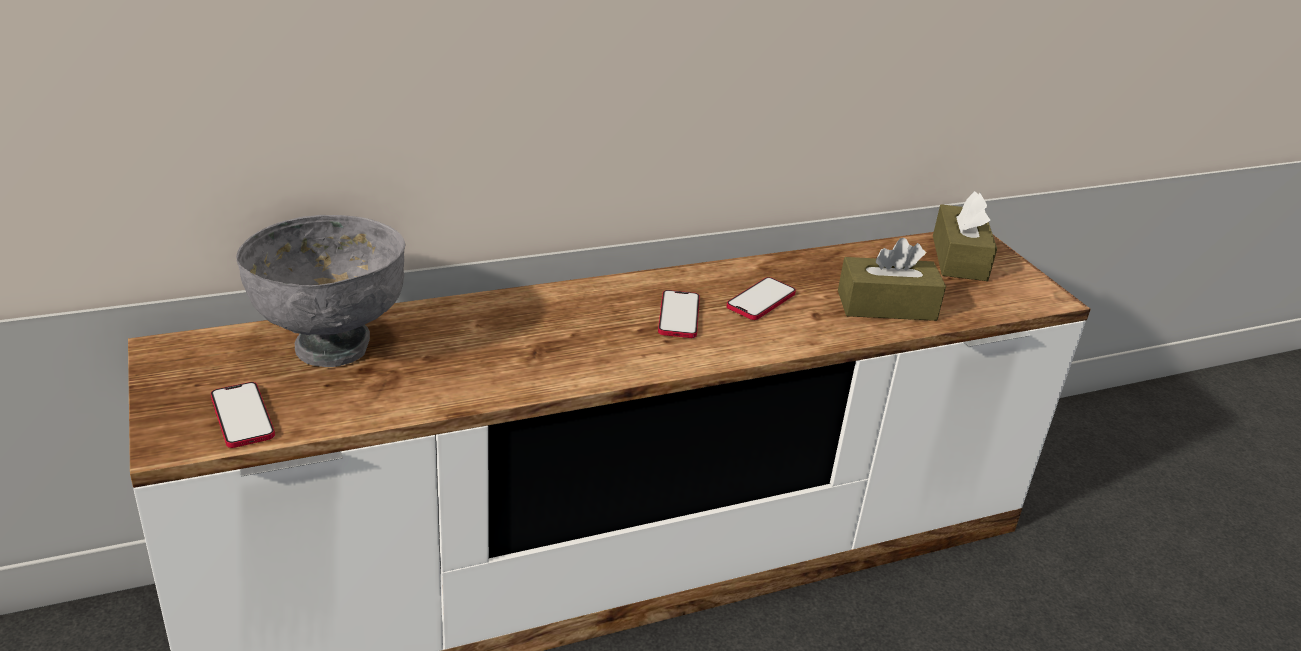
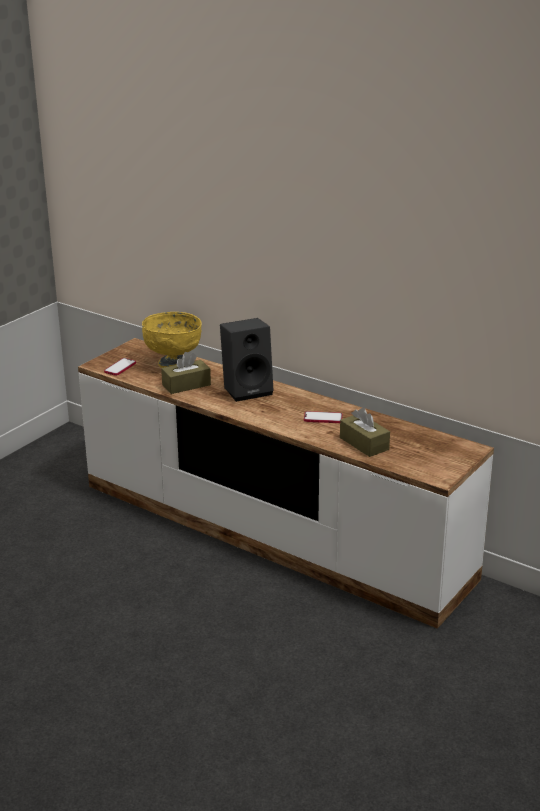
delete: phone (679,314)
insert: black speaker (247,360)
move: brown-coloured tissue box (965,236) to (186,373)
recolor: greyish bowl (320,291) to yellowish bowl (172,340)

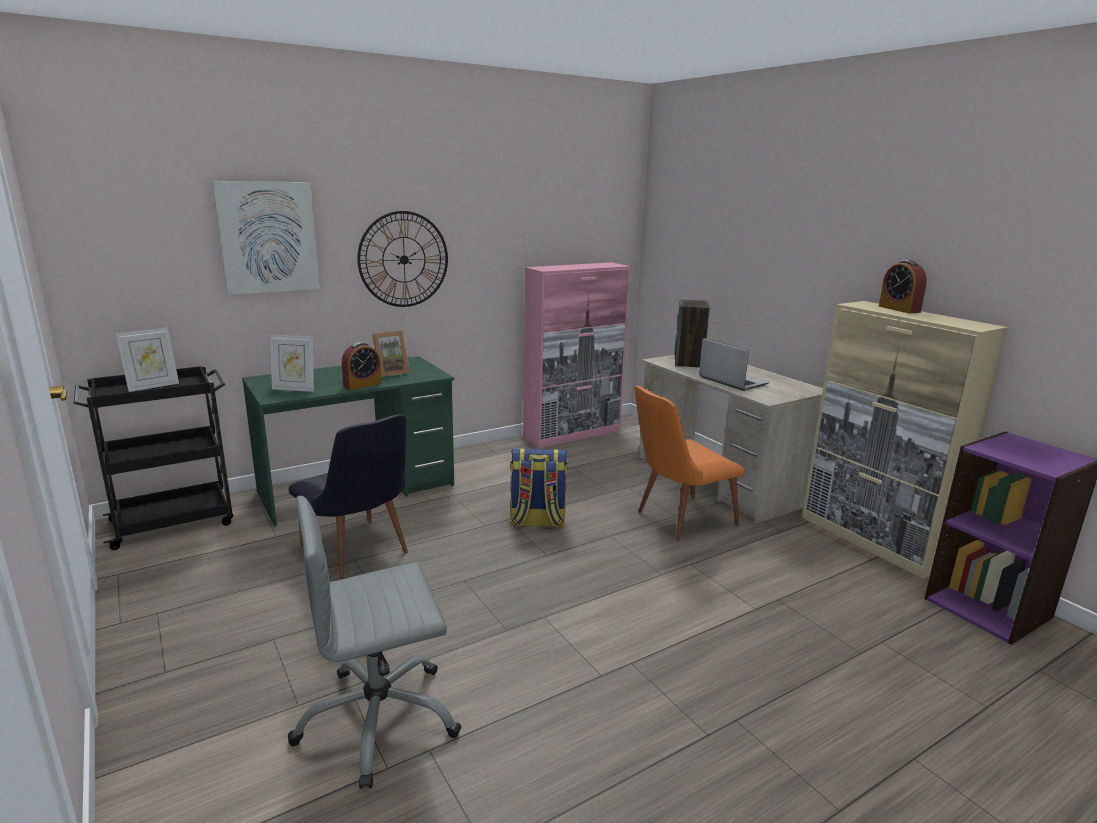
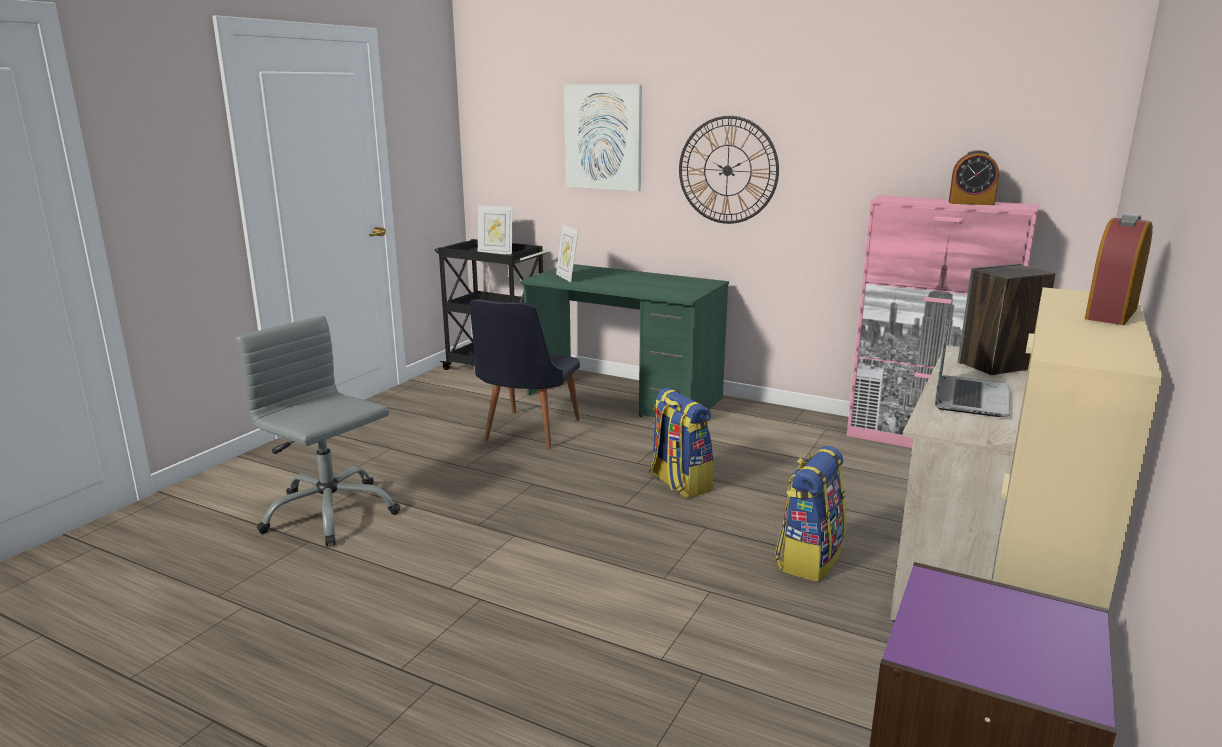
delete: standing frame (391,354)
move: table clock (361,366) to (974,177)
replace: orangey upright chair (689,463) to rucksack (810,514)

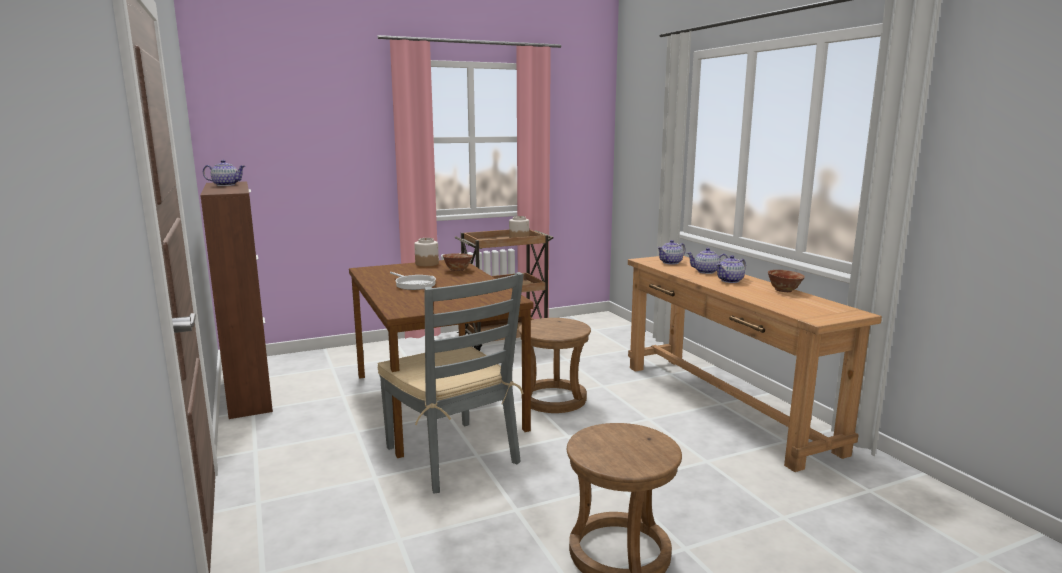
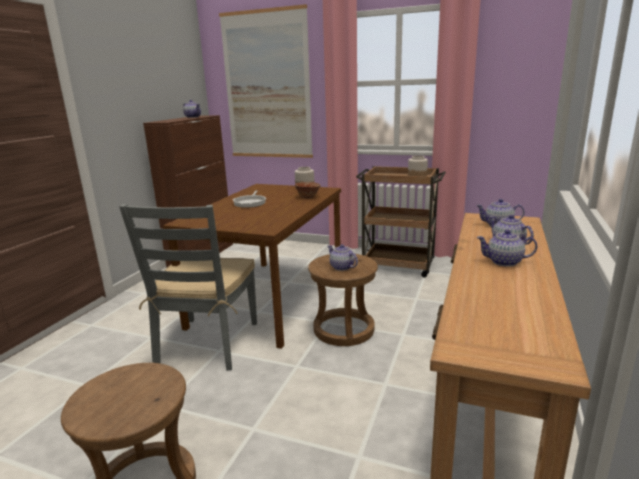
delete: bowl (786,281)
insert: wall art (266,81); pot for tea (343,257)

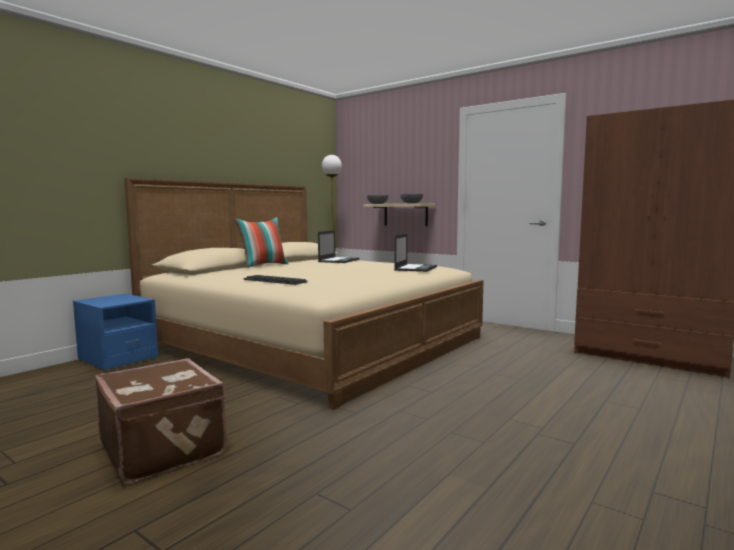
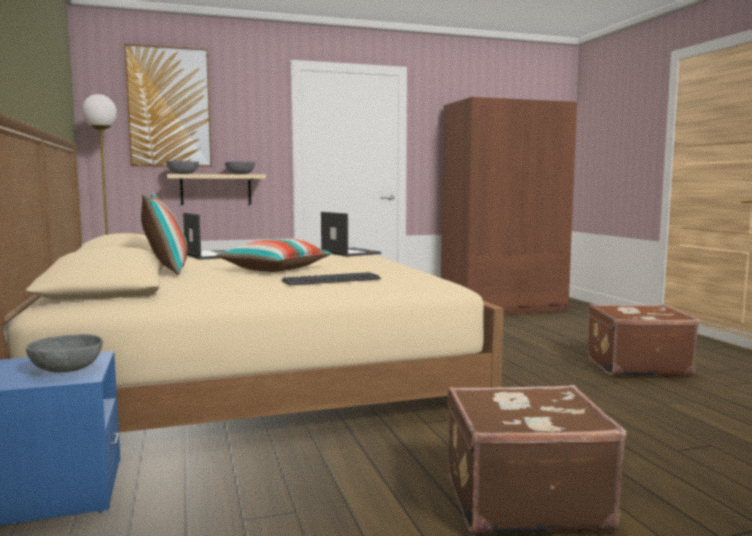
insert: wall art (168,105); cushion (274,255); brown-coloured piece of luggage (643,340); greyish bowl (64,353)

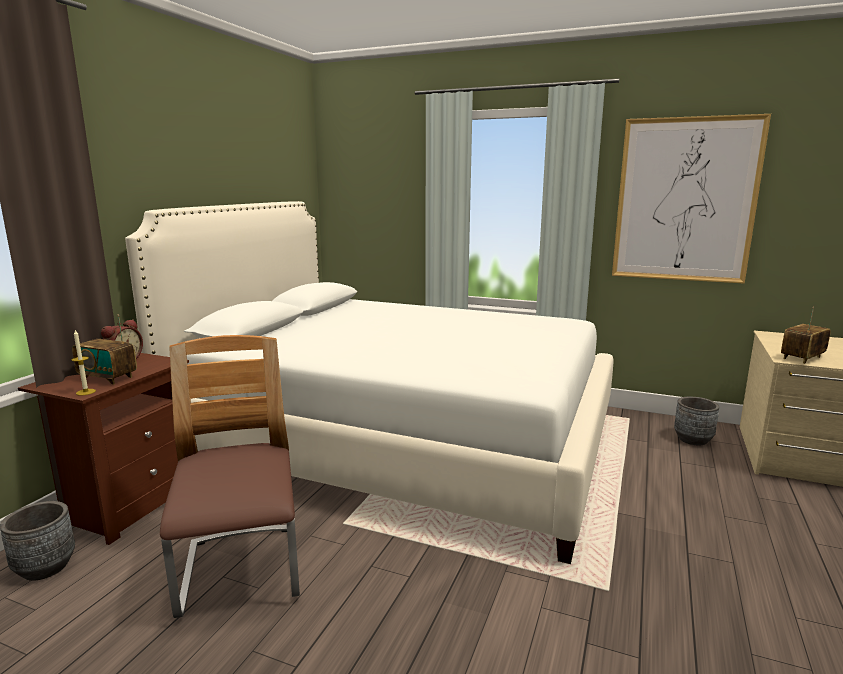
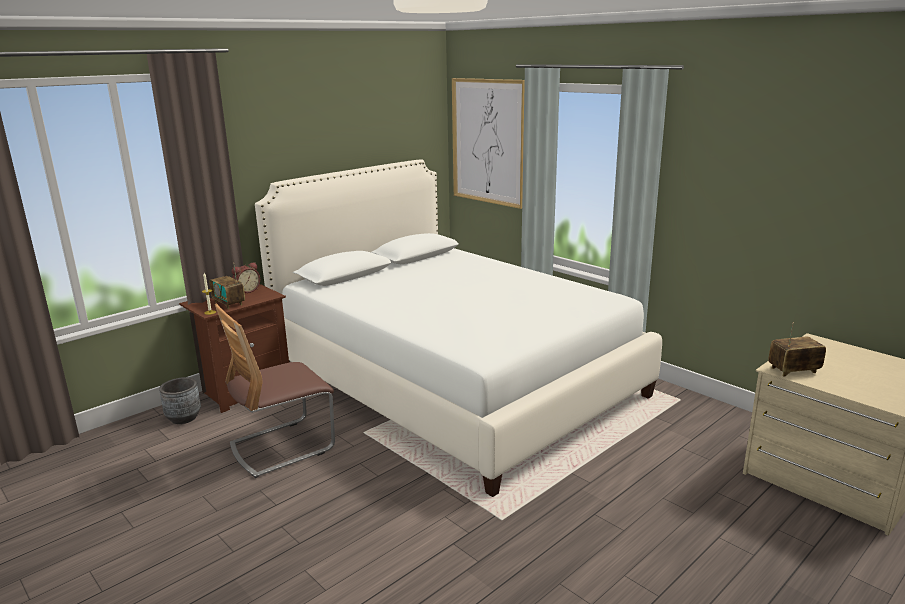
delete: greyish planter (696,421)
move: wall art (691,199) to (488,143)
rotate: upright chair (230,476) = (275,391) 135 degrees counterclockwise

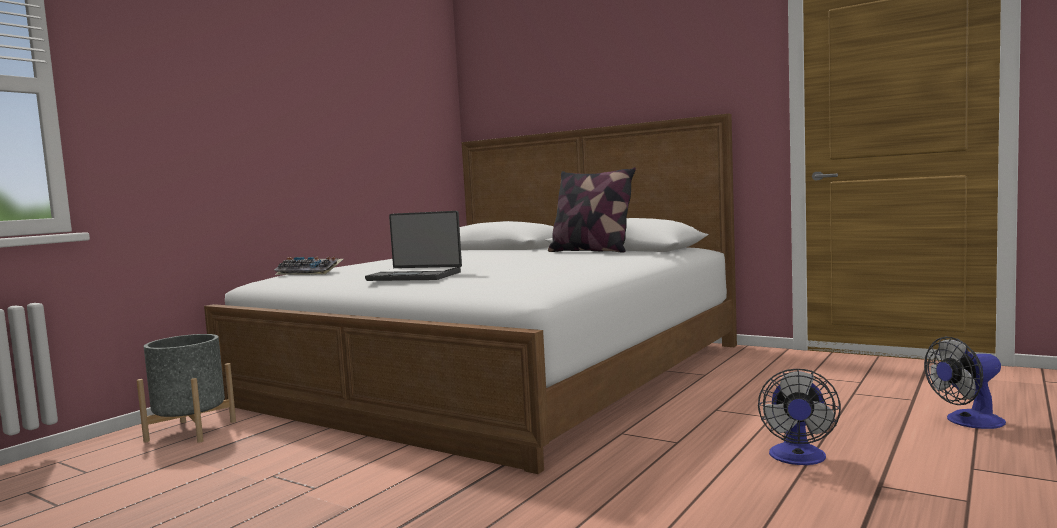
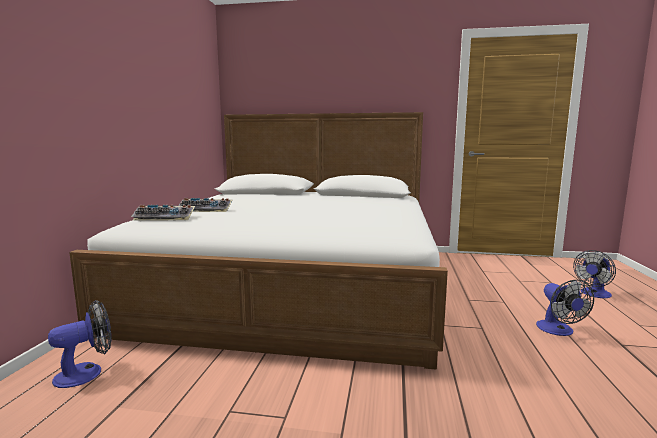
delete: cushion (592,210); portable computer (413,246)
insert: keyboard (205,205)
replace: greyish planter (186,388) to fan (79,344)

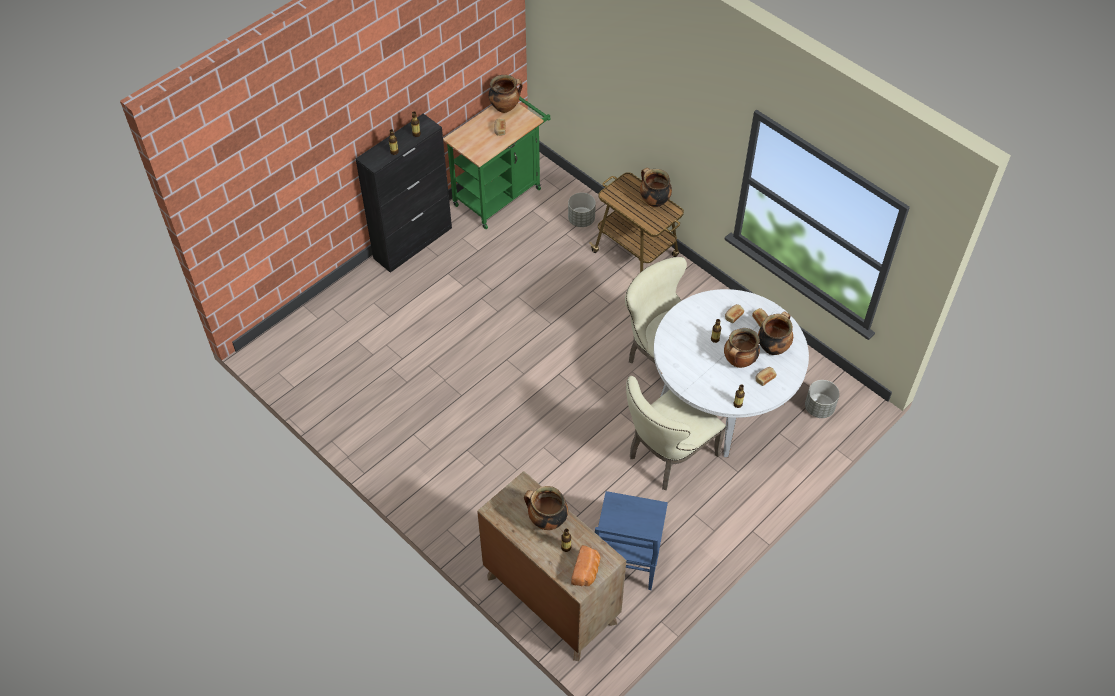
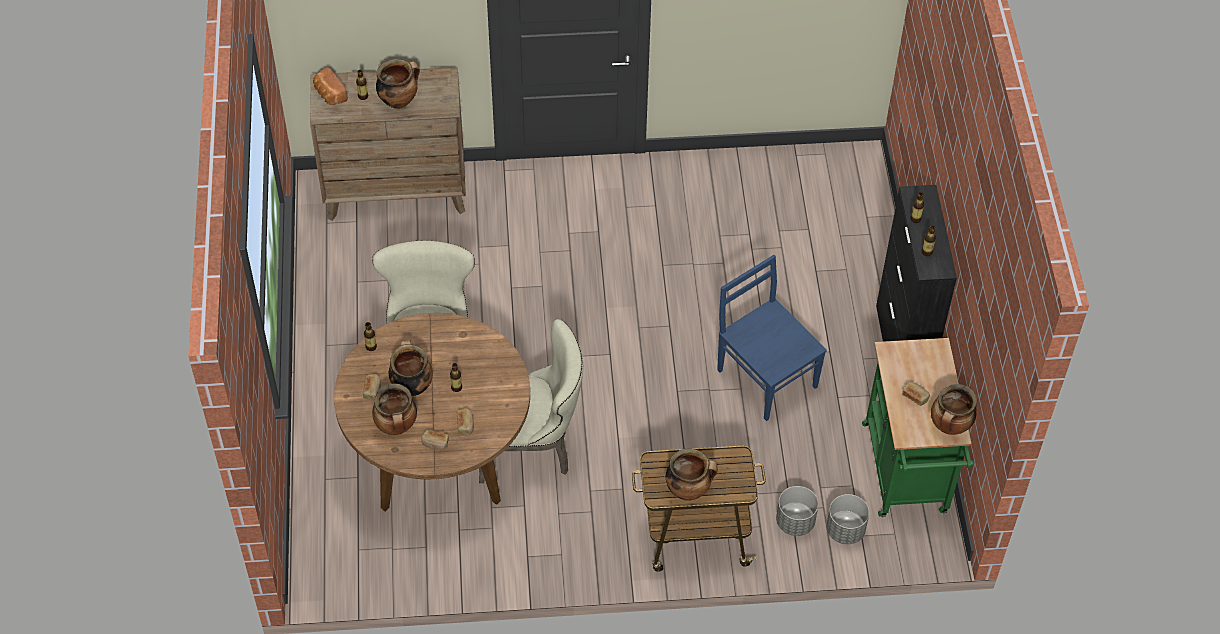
move: greyish planter (822,399) to (847,519); blue-coloured upright chair (631,540) to (772,338)
recolor: white kitchen table (731,373) to brown-coloured kitchen table (432,412)

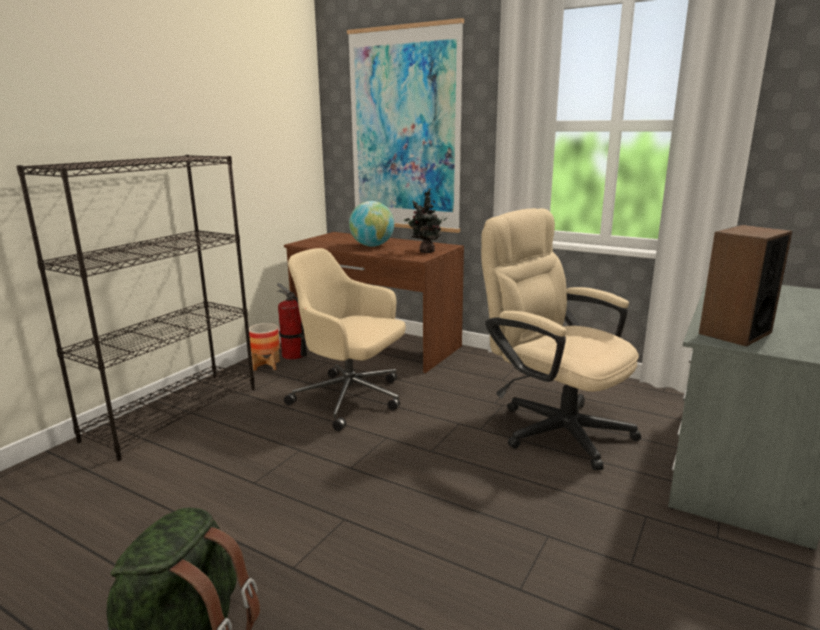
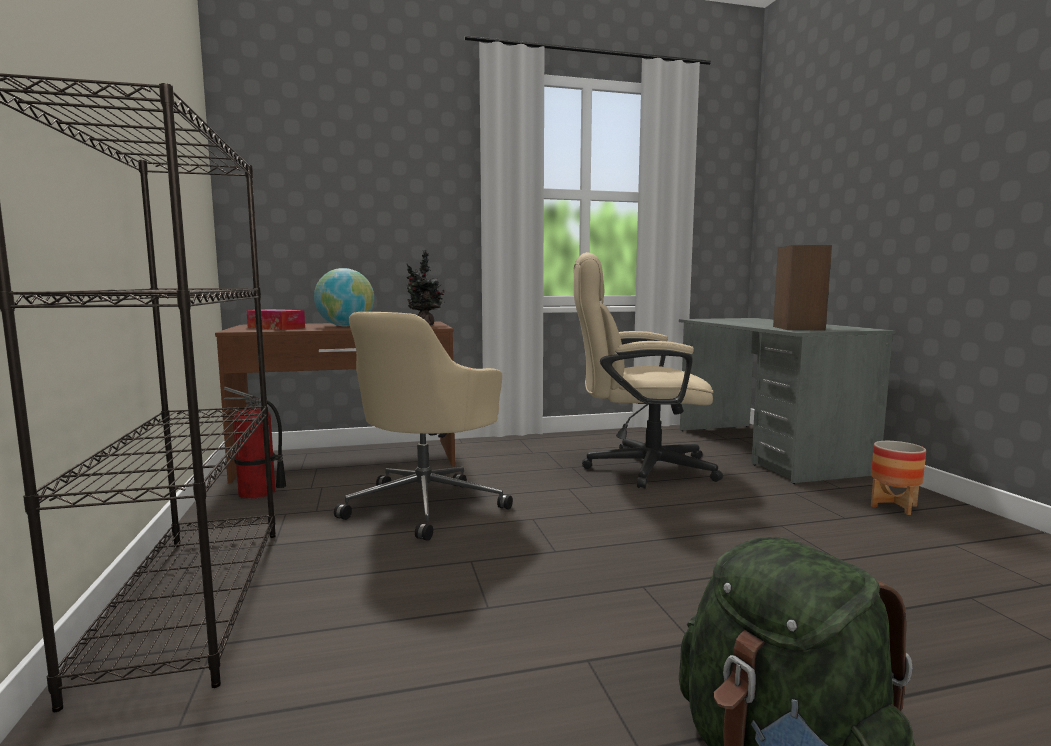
delete: wall art (405,125)
insert: tissue box (276,319)
move: planter (264,347) to (898,478)
rotate: sand-coloured desk chair (345,339) = (423,426) 45 degrees counterclockwise

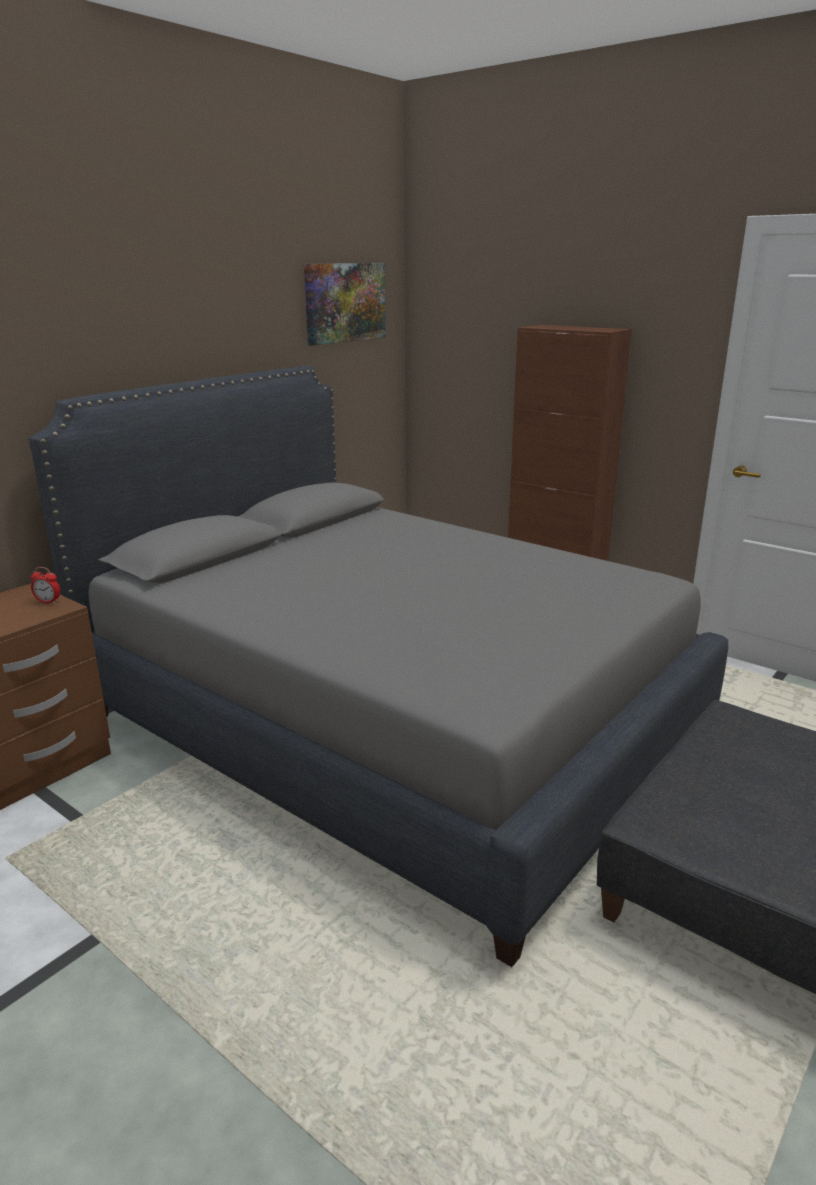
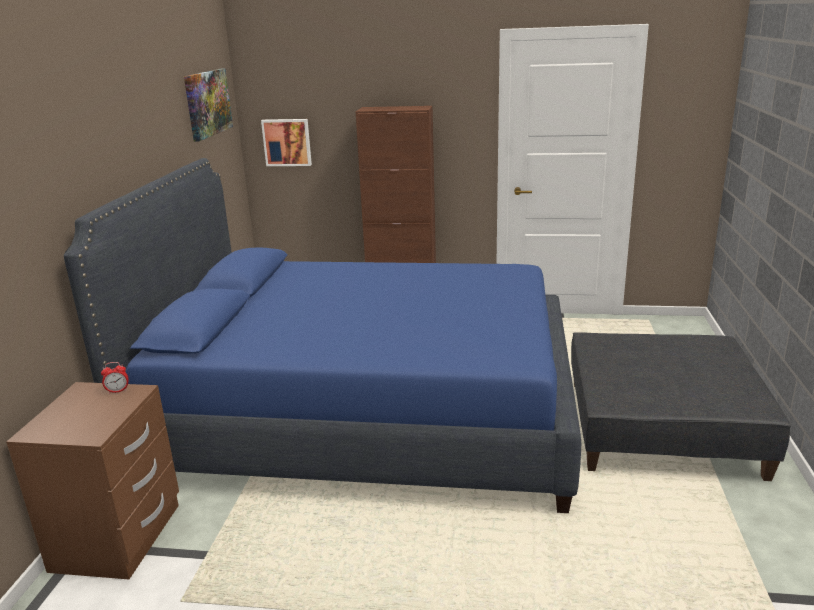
insert: wall art (286,142)
recolor: greyish bedroom bed (378,666) to blue-coloured bedroom bed (322,335)

